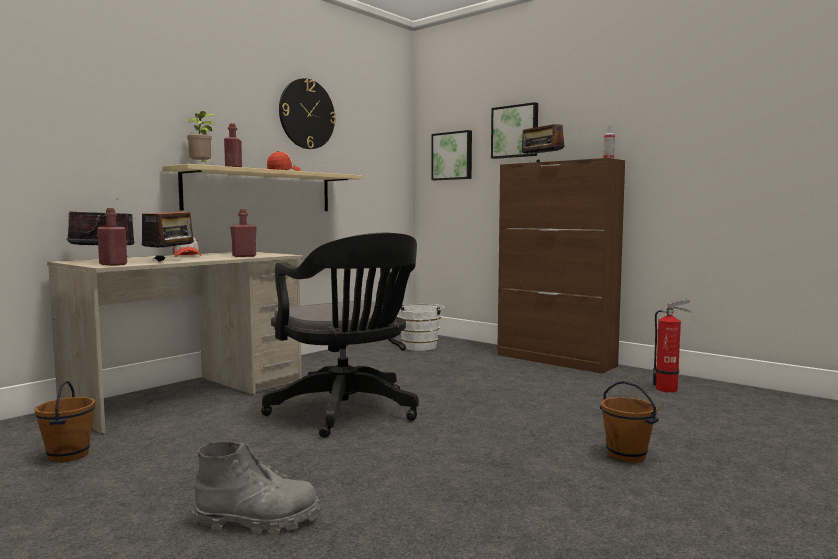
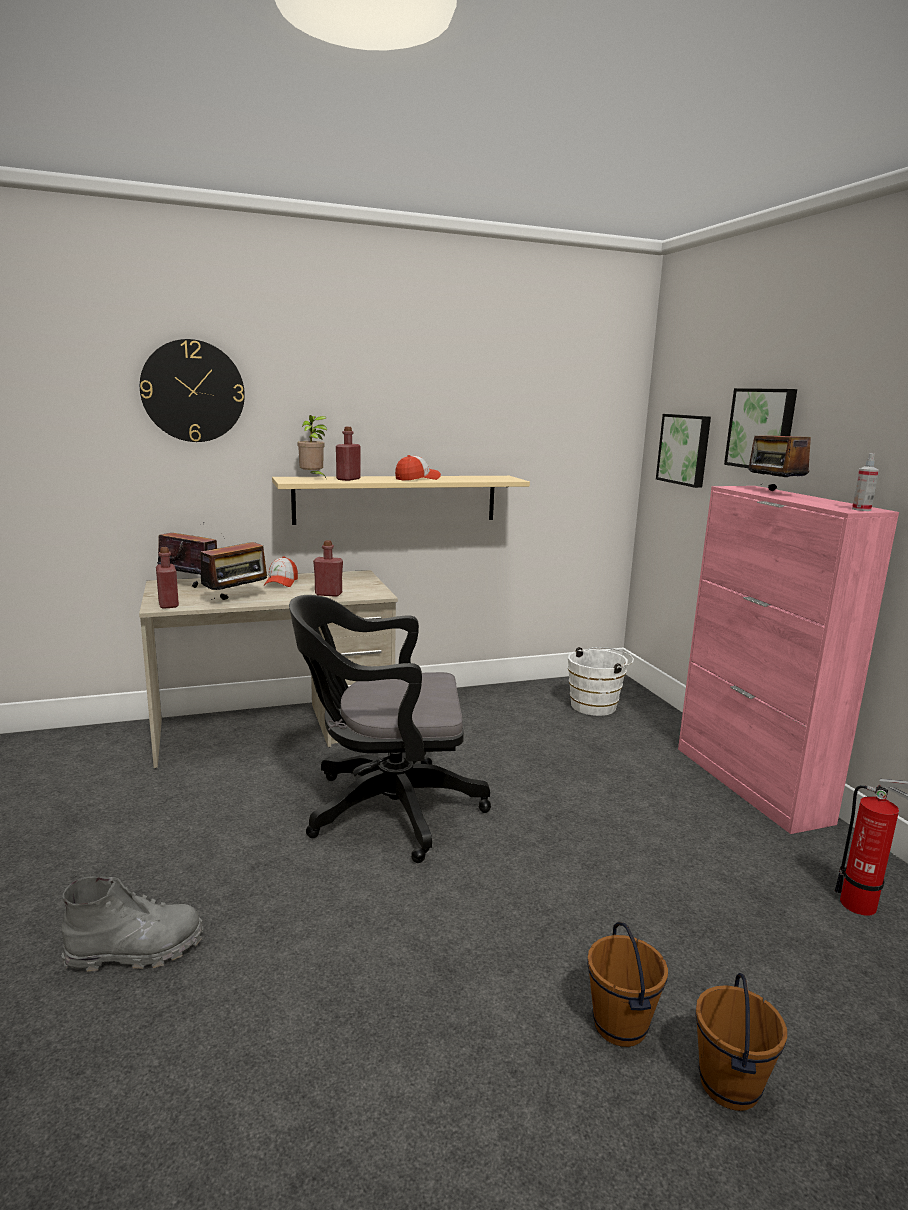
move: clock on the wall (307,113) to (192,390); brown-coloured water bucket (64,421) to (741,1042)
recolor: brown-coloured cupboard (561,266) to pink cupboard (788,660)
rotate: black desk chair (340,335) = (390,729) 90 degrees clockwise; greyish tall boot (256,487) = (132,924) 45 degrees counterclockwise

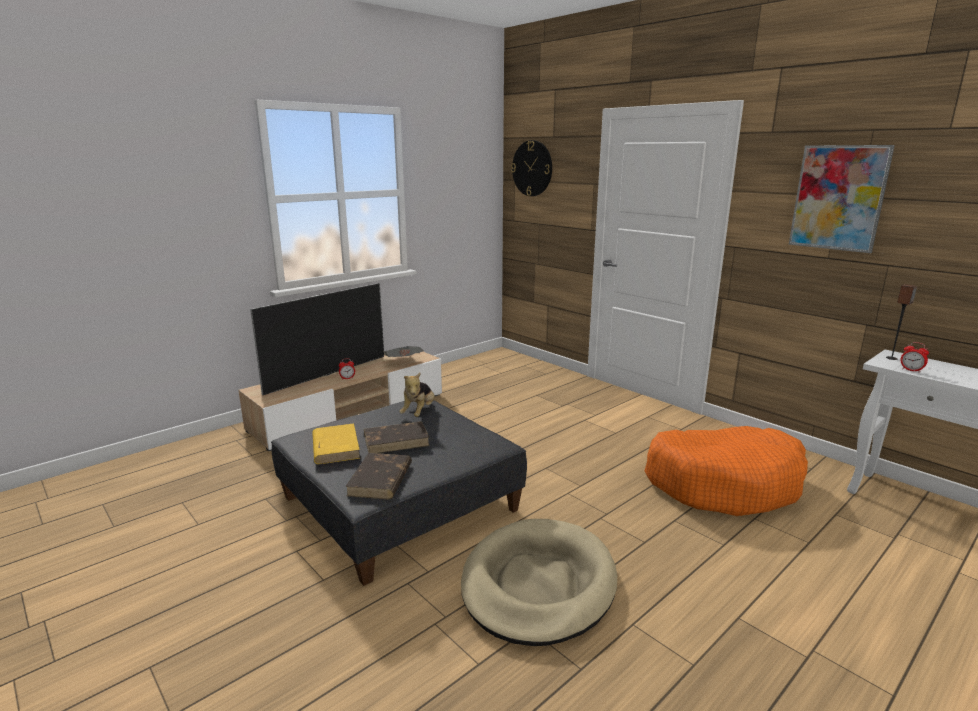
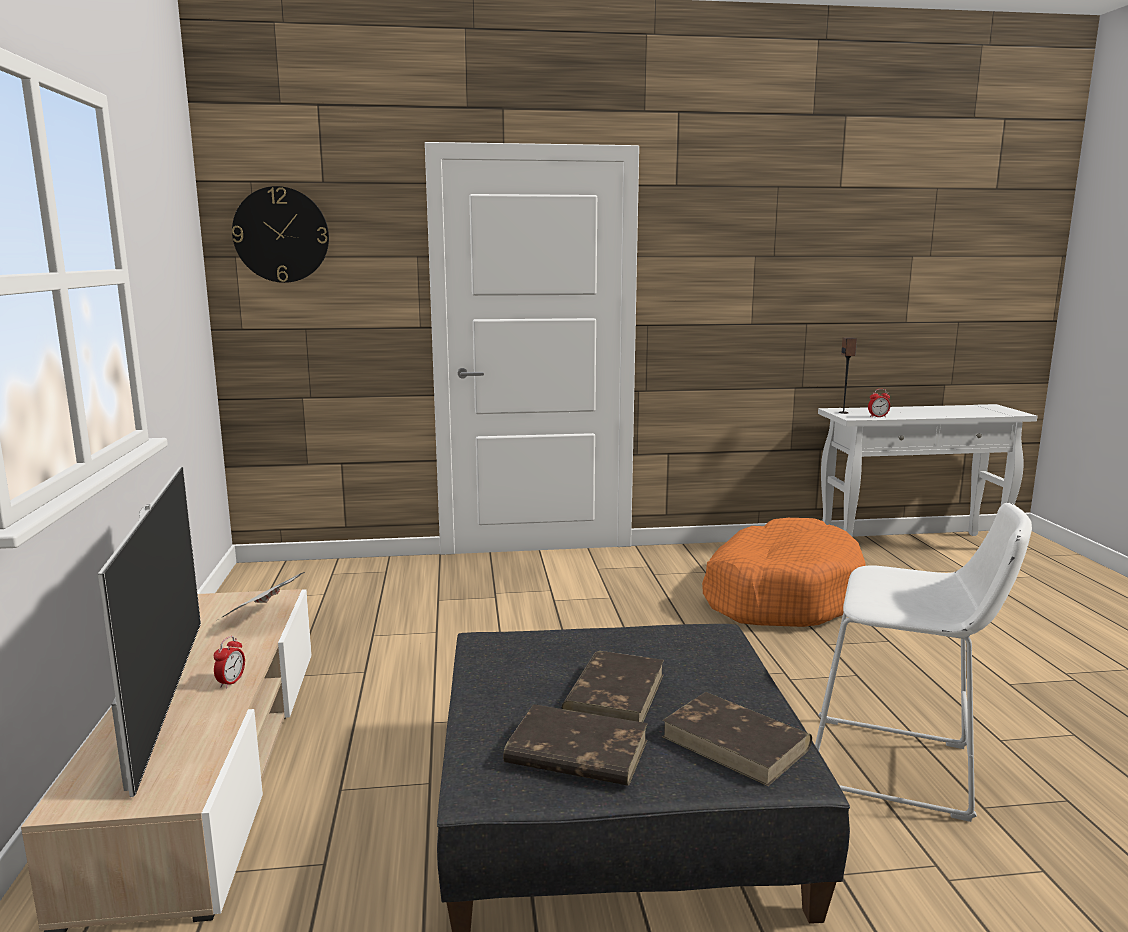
delete: wall art (842,199); soft toy (417,395)
replace: sand-coloured dog cushion (539,582) to white stool (923,662)
recolor: yellowish bound book (336,444) to brown-coloured bound book (575,745)

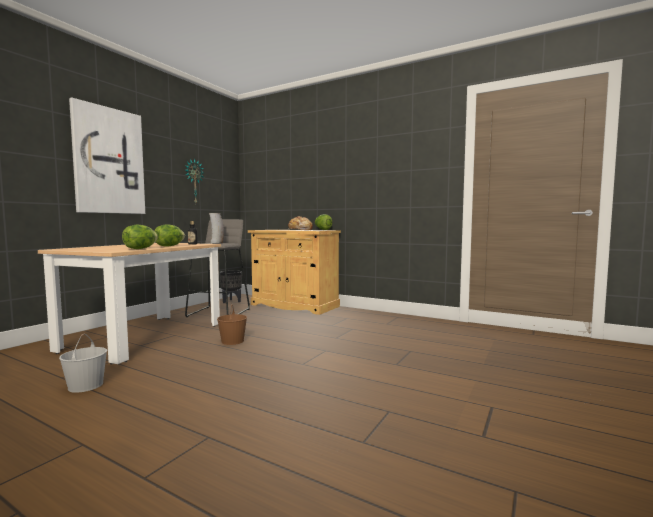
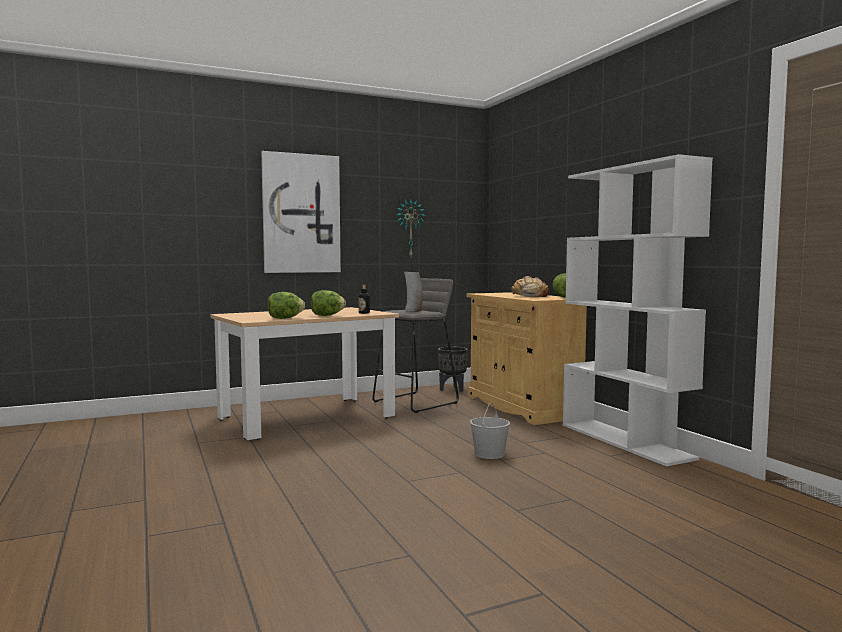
delete: brown-coloured water bucket (232,324)
insert: white bookcase (638,310)
move: white water bucket (83,363) to (490,431)

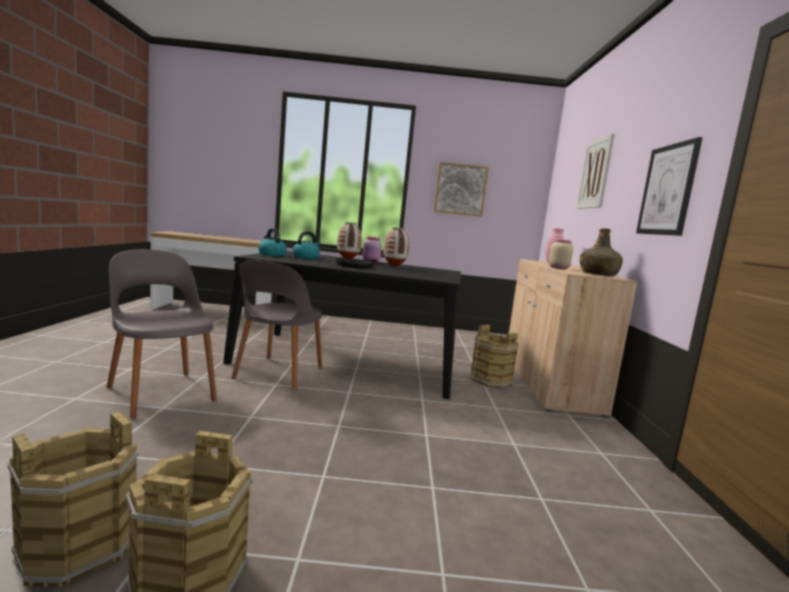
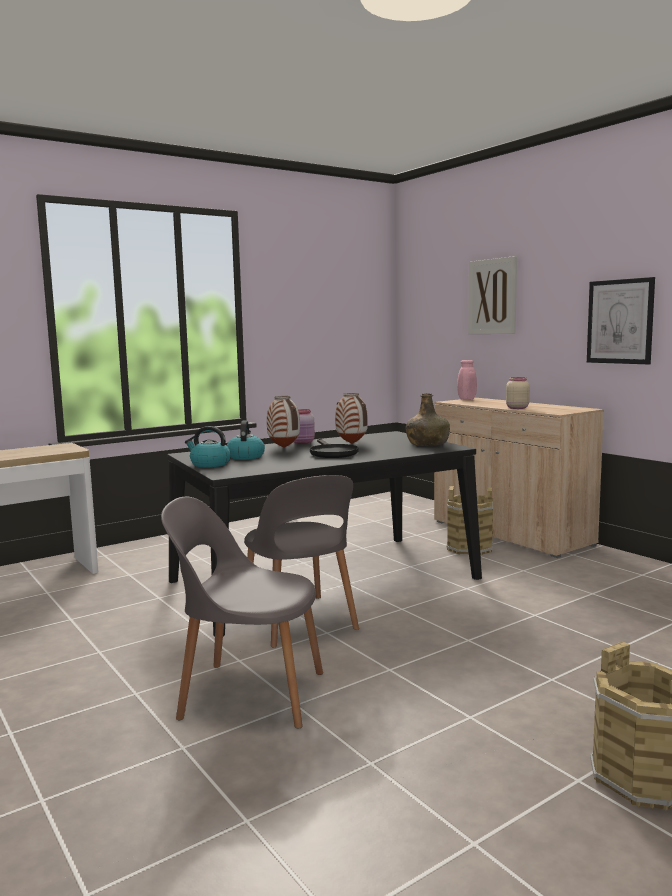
delete: wall art (461,189); brown-coloured water bucket (73,499)
move: greenish beverage bottle (601,252) to (428,419)

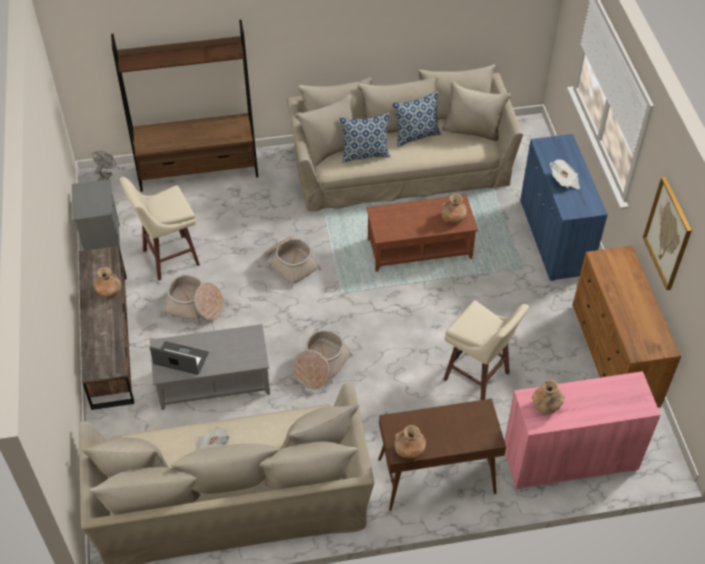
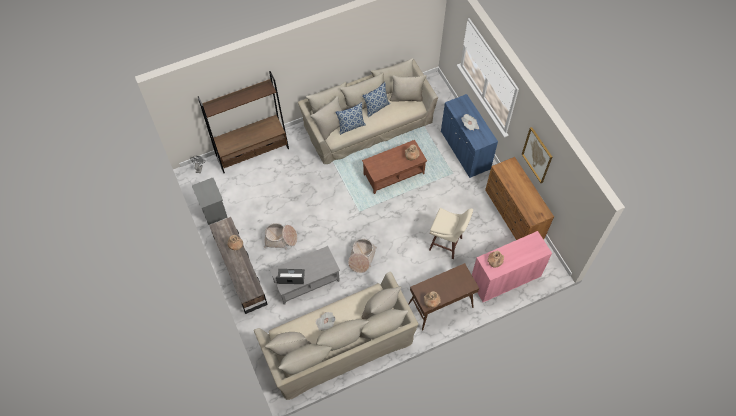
delete: sand-coloured stool (160,229); storage basket (292,261)

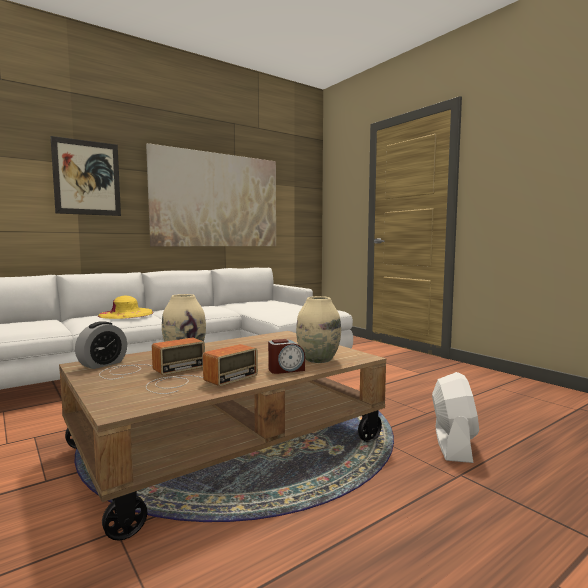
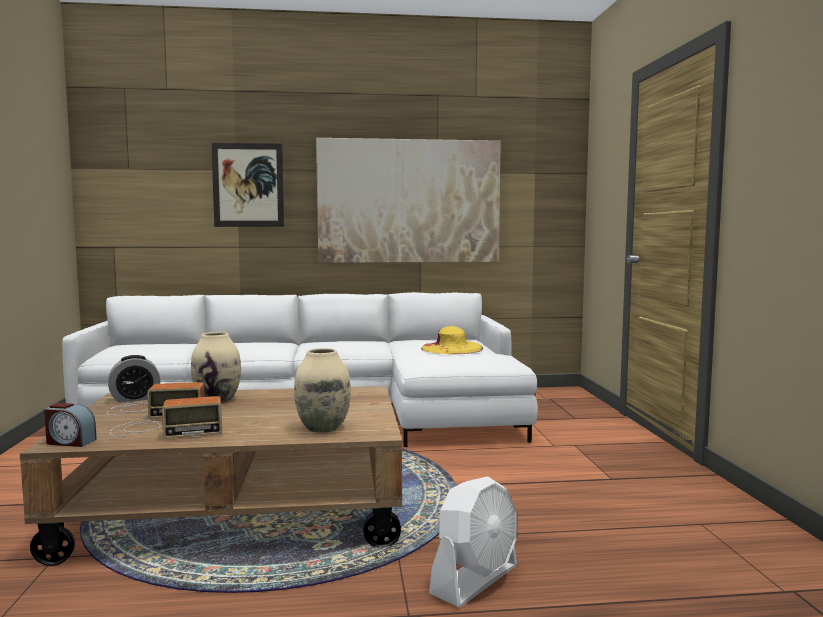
move: yellowish clothing hat (125,307) to (452,340); table clock (286,356) to (70,425)

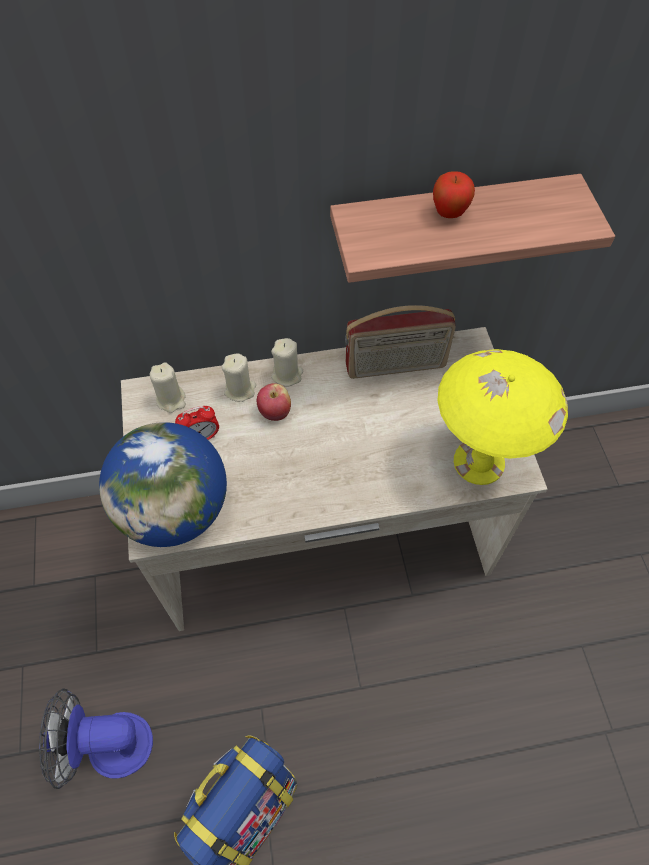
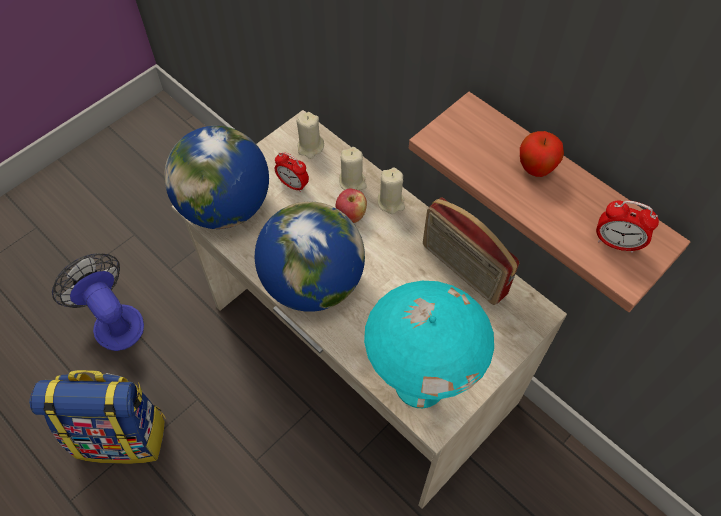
insert: table clock (627,227); world globe (310,257)
recolor: yellowish table lamp (503,417) to turquoise-coloured table lamp (429,344)

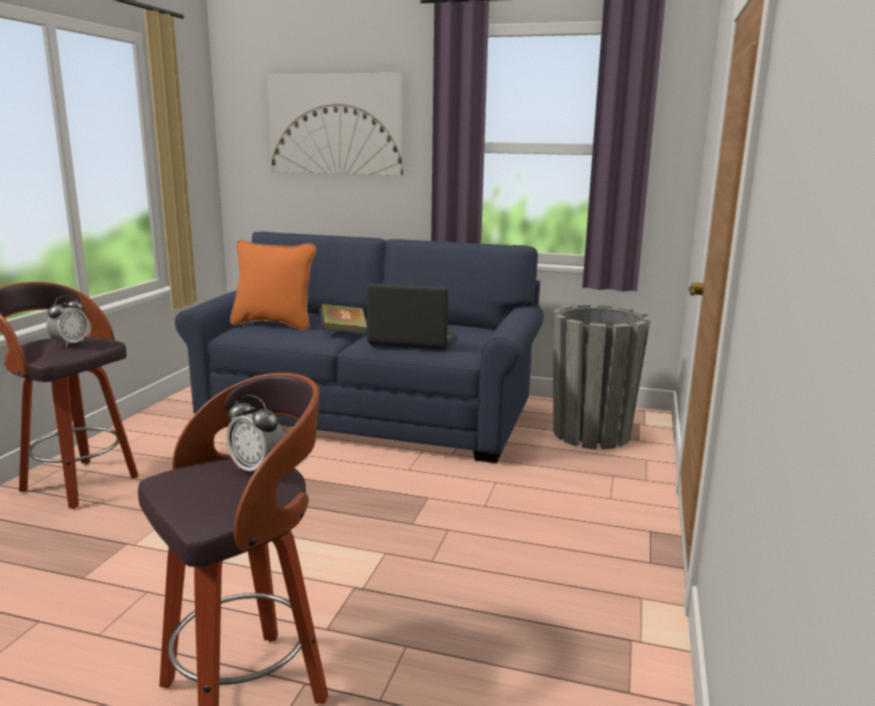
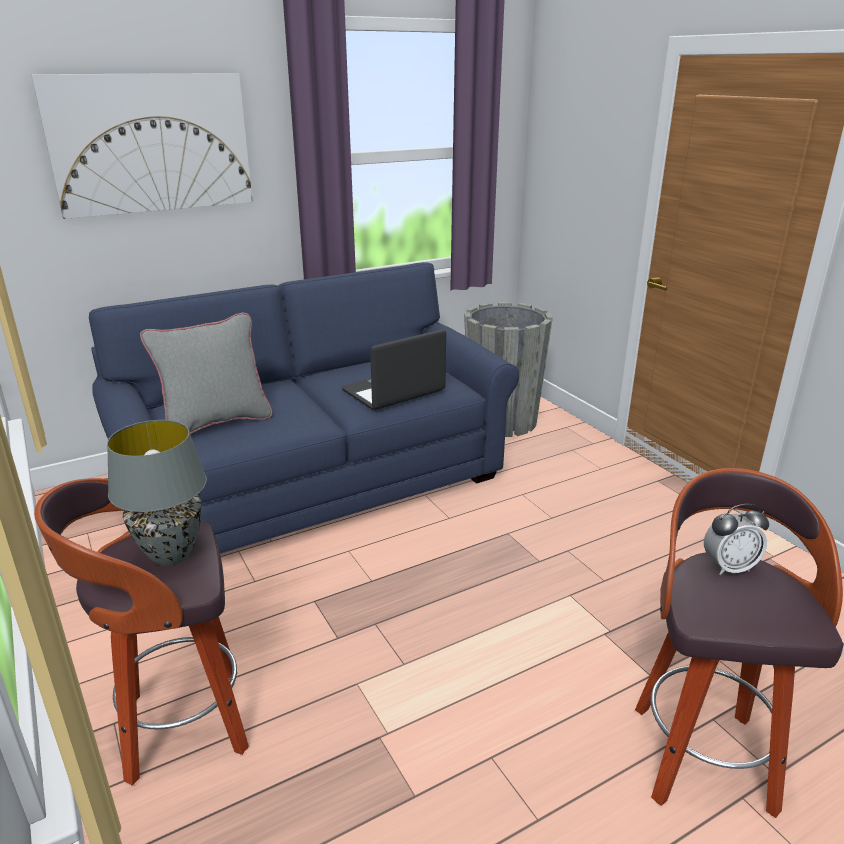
delete: bound book (343,318)
replace: table clock (67,321) to greyish table lamp (157,493)
recolor: orangey cushion (273,285) to greyish cushion (206,373)

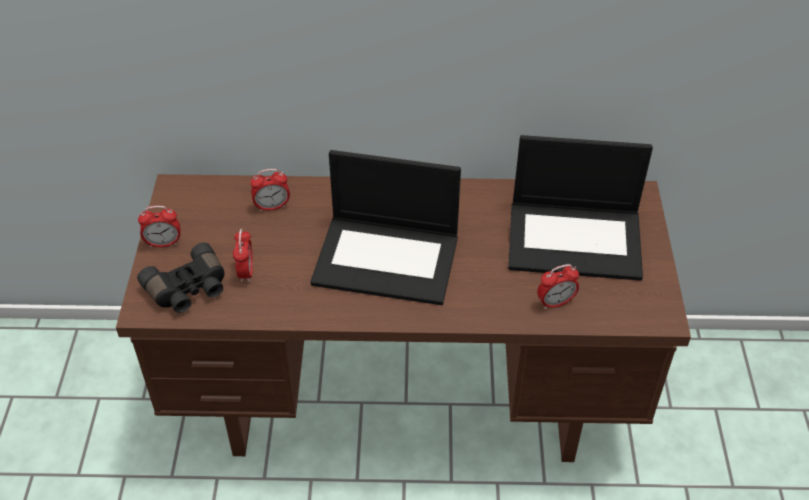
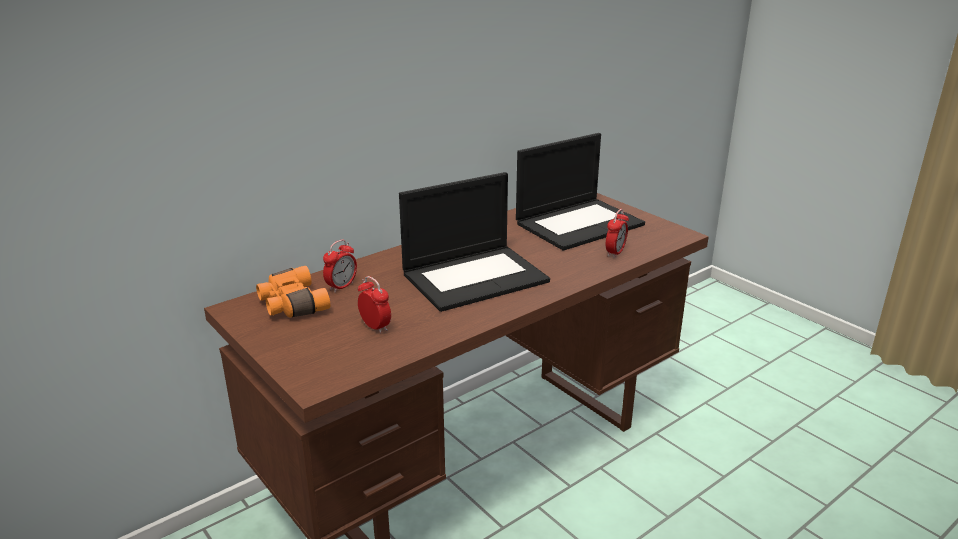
delete: table clock (159,227); black pair of binoculars (180,277)
insert: orangey pair of binoculars (293,291)

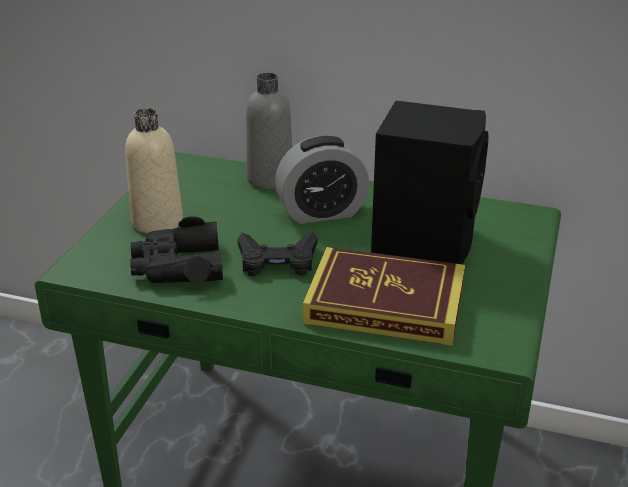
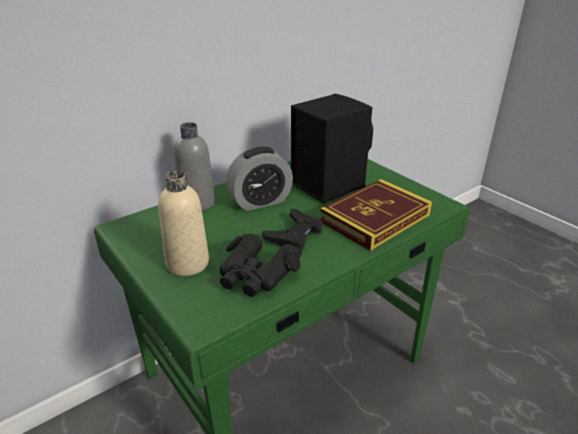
rotate: table clock (322,180) = (259,179) 45 degrees clockwise

